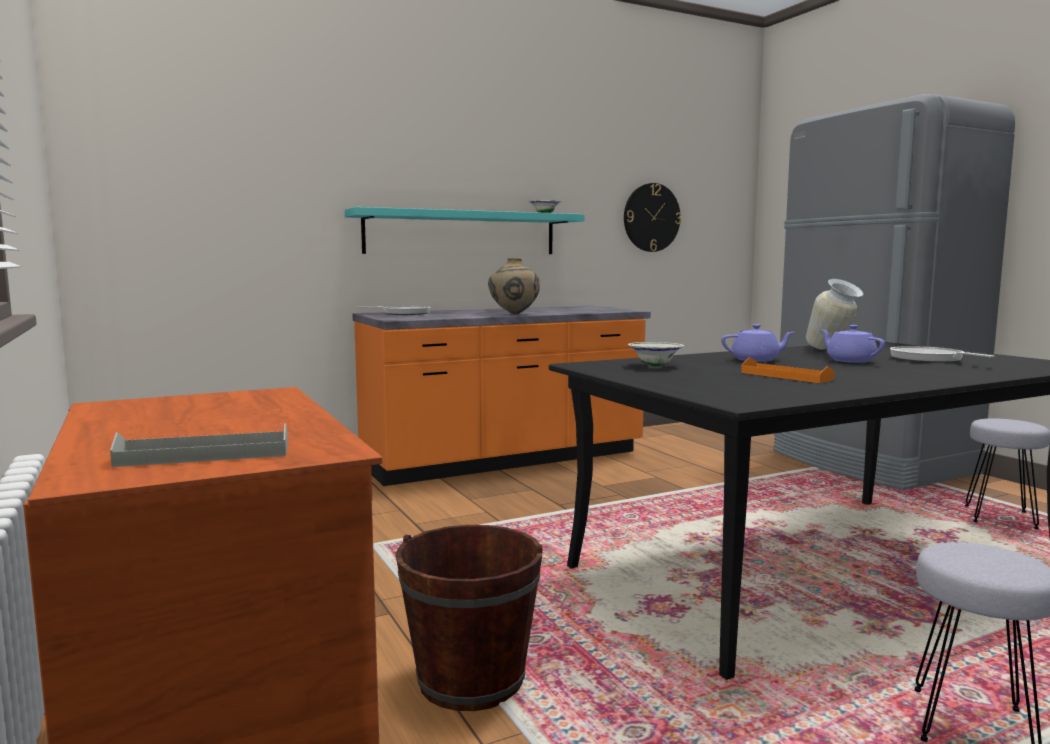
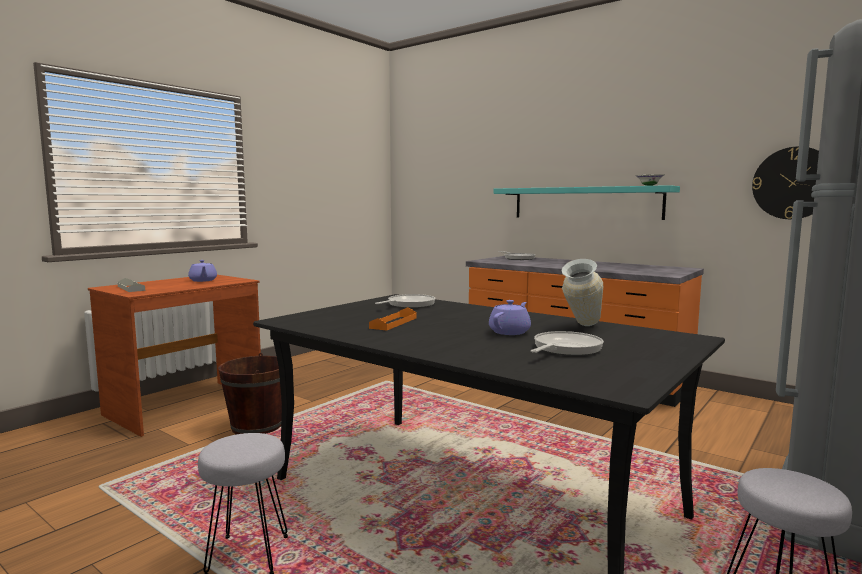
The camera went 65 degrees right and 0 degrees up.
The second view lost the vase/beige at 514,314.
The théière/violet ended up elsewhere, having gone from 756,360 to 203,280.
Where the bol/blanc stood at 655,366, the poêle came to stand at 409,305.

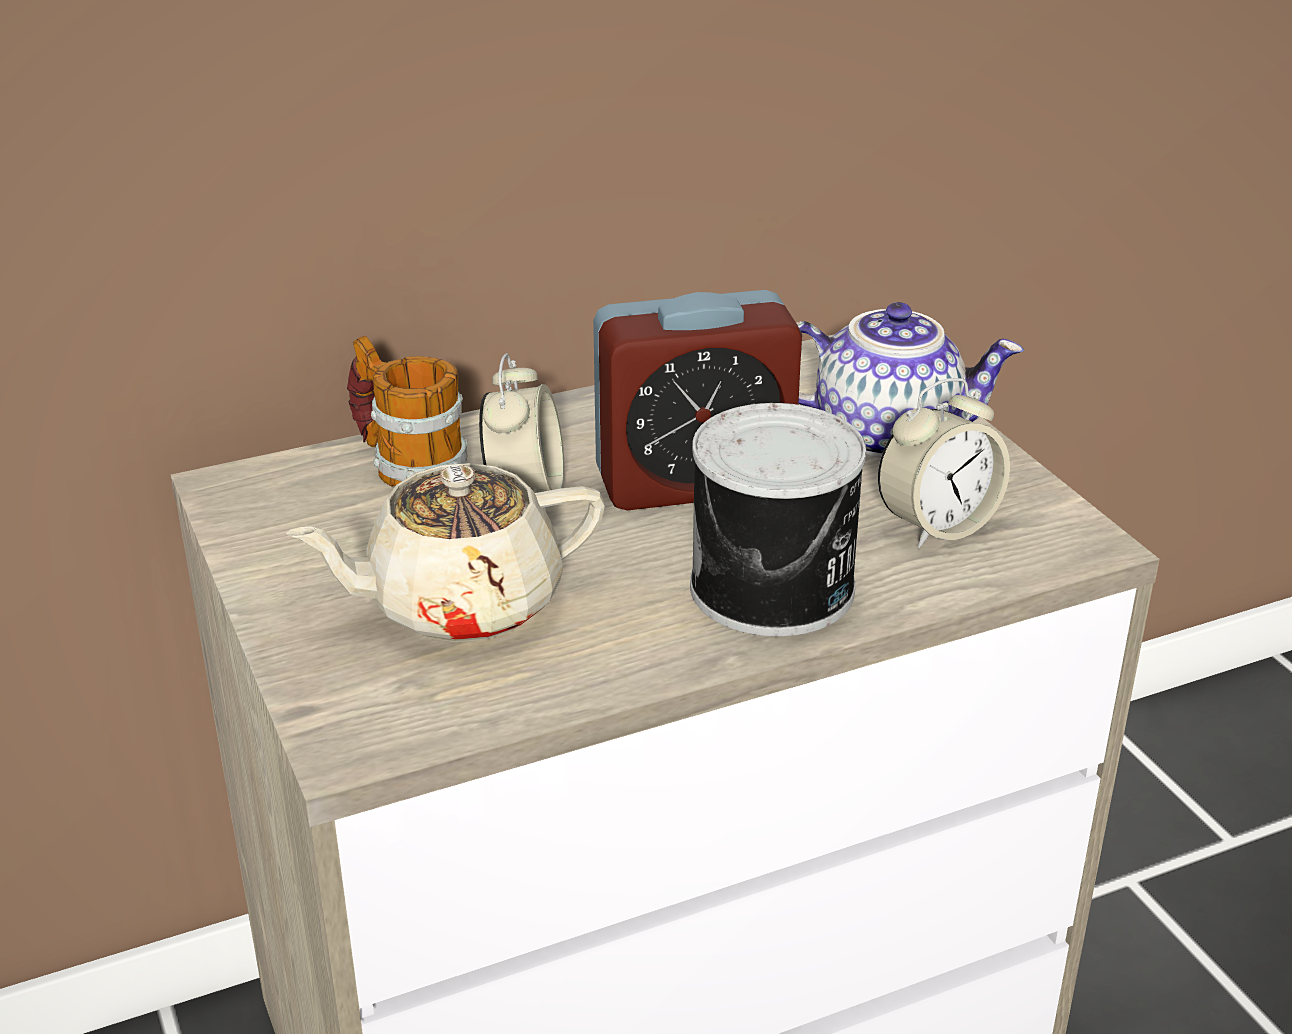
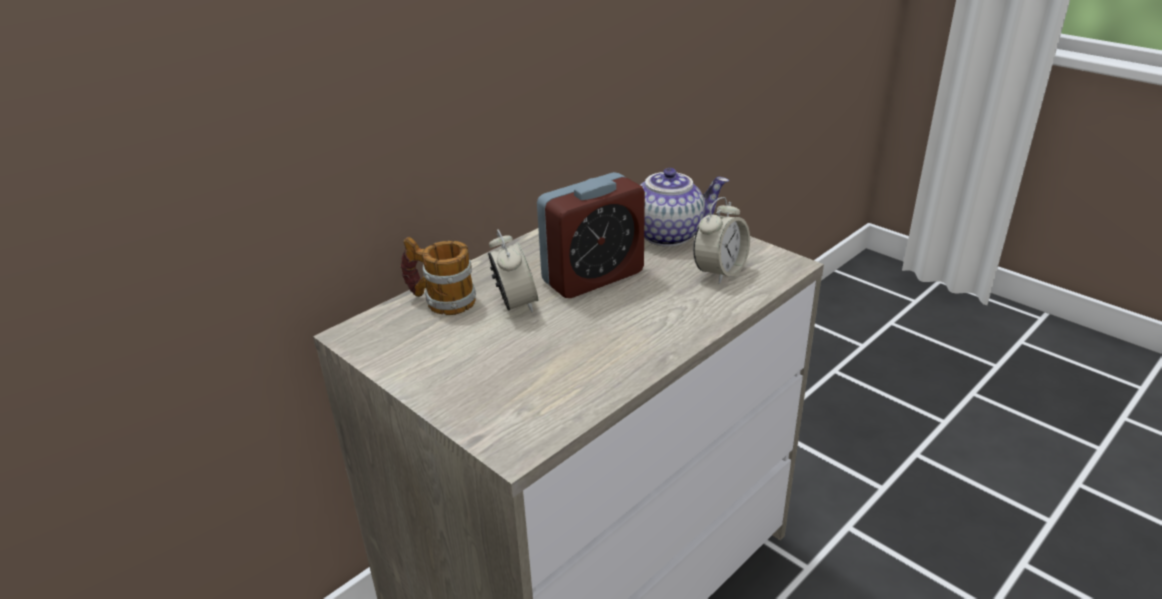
The camera went 20 degrees left and 0 degrees up.
The second view lost the boîte métallique at 776,589.
The second view lost the théière/beige at 460,604.

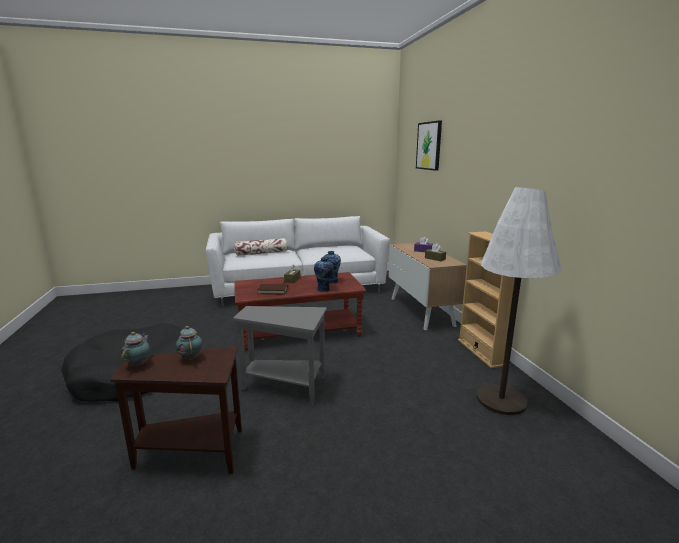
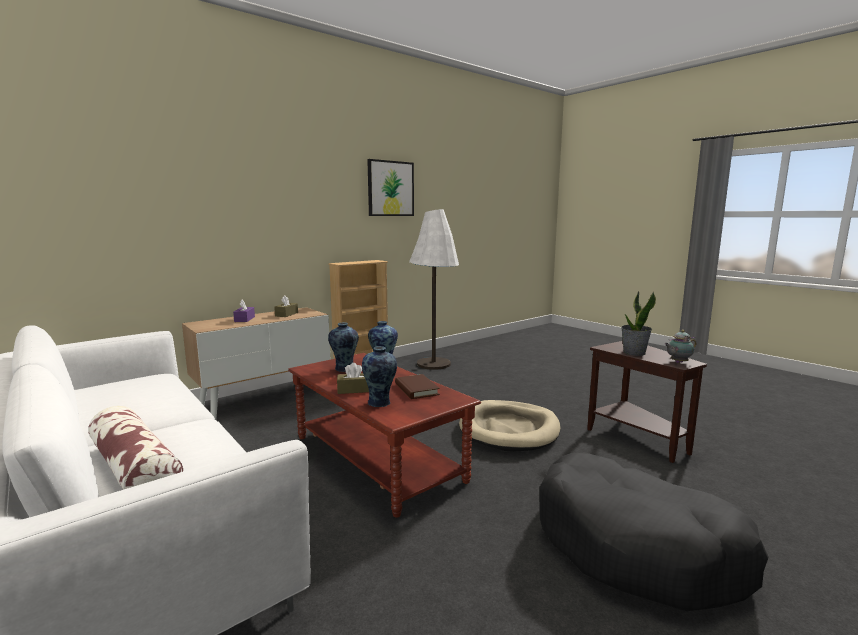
The camera went 115 degrees left and 5 degrees down.
The tableau ended up elsewhere, having gone from 429,146 to 390,188.
Where the table d'appoint/gris stood at 287,387, the panier pour chien/beige came to stand at 509,429.
Where the théière stood at 191,358, the plante en pot came to stand at 634,353.
The second view gained the vase at 380,403.

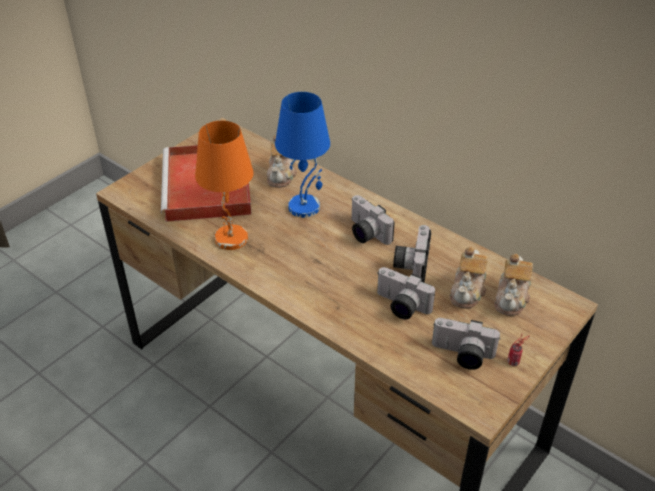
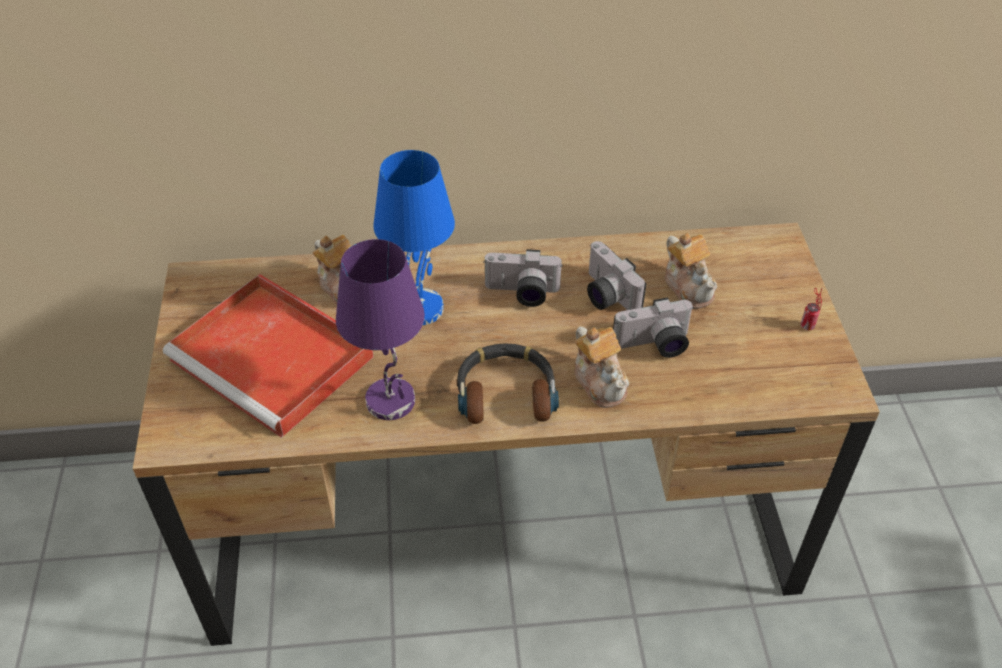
The camera went 45 degrees left and 5 degrees up.
What was the lampe de table/orange at 231,239 turned into the lampe de table/violet at 392,401.
The théière ended up elsewhere, having gone from 511,298 to 600,381.
The second view lost the appareil photo at 462,355.
The second view gained the casque audio at 506,392.

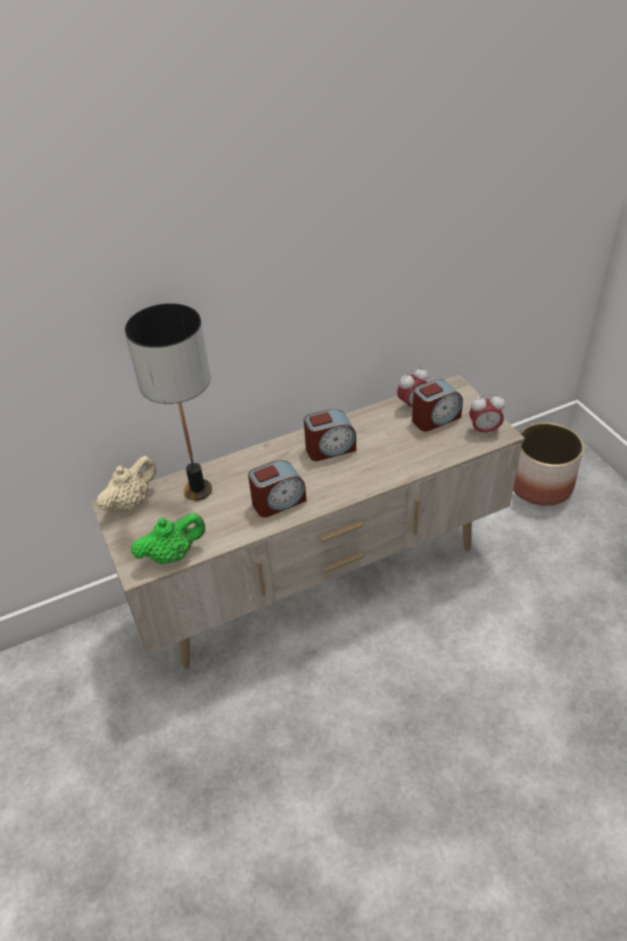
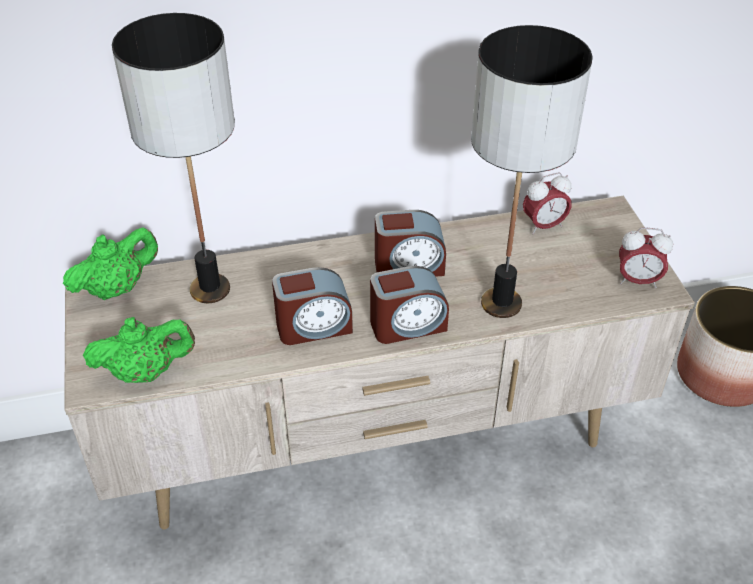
The camera went 10 degrees right and 0 degrees up.
The réveil ended up elsewhere, having gone from 435,418 to 407,325.
What was the théière/beige at 131,502 turned into the théière/vert at 117,288.
The second view gained the lampe de table at 502,304.

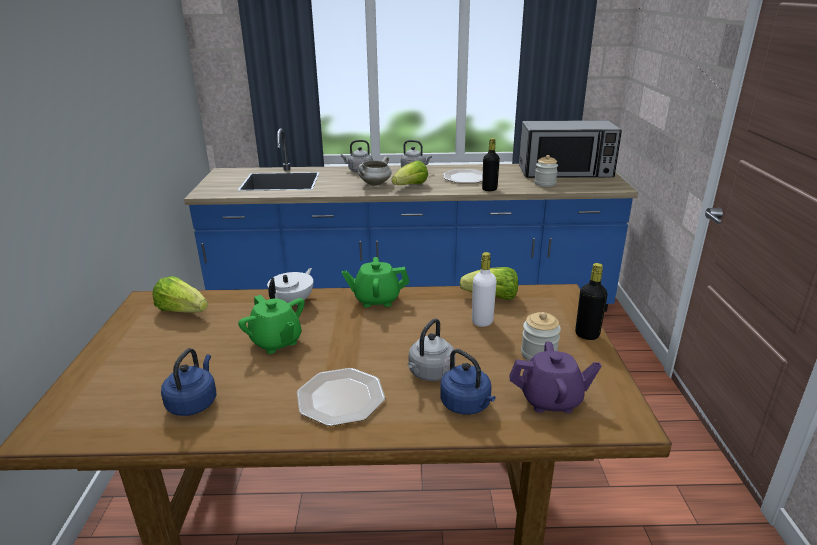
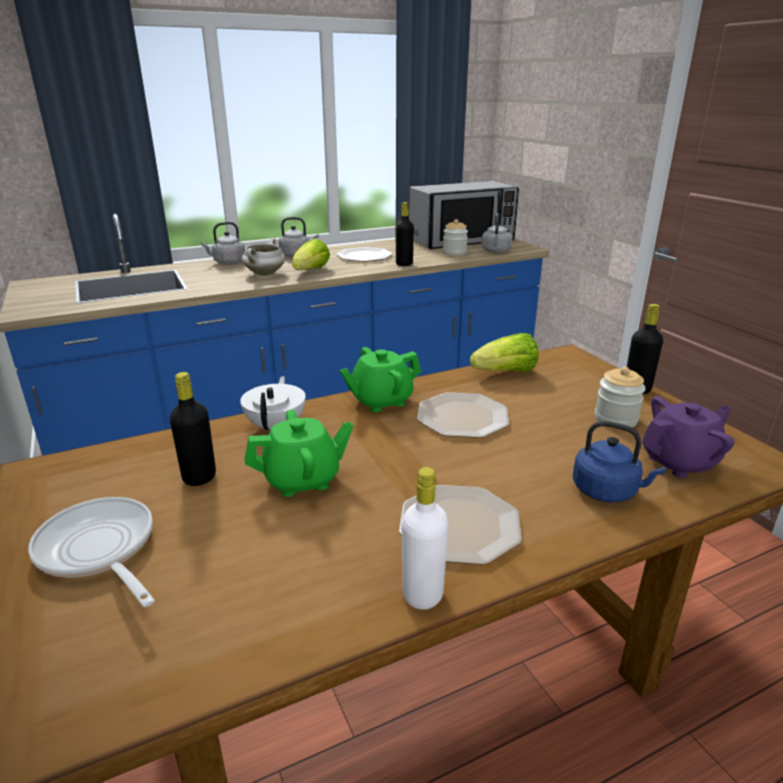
The camera went 25 degrees left and 0 degrees up.
The bouteille/blanc ended up elsewhere, having gone from 482,321 to 422,594.
The second view lost the laitue at 182,311.
The théière/vert at 276,342 ended up facing another way, 45 degrees counterclockwise from before.
The bouilloire/gris ended up elsewhere, having gone from 430,373 to 495,251.
The second view lost the bouilloire/bleu at 194,402.
The second view gained the bouteille/noir at 199,477.
The second view gained the assiette at 462,416.
The second view gained the poêle at 99,551.

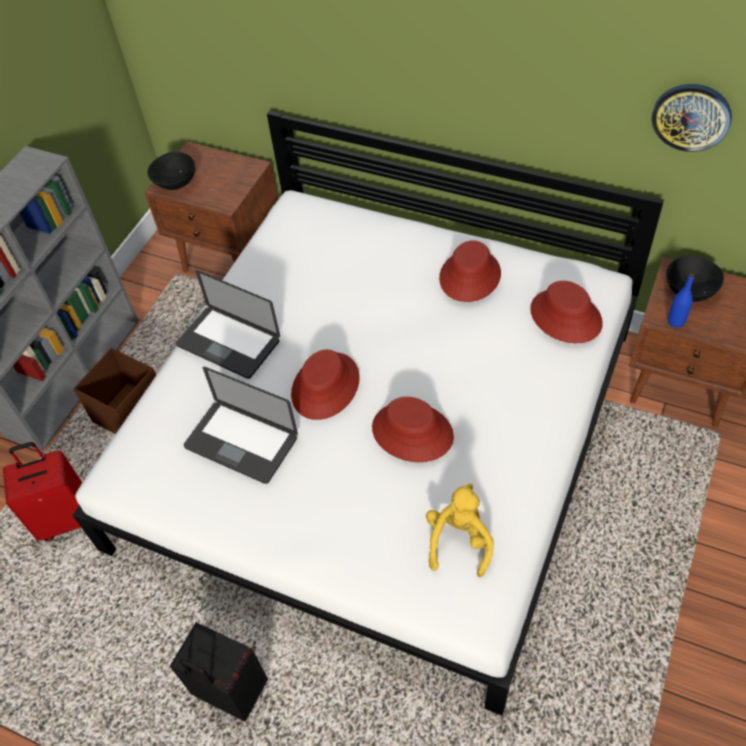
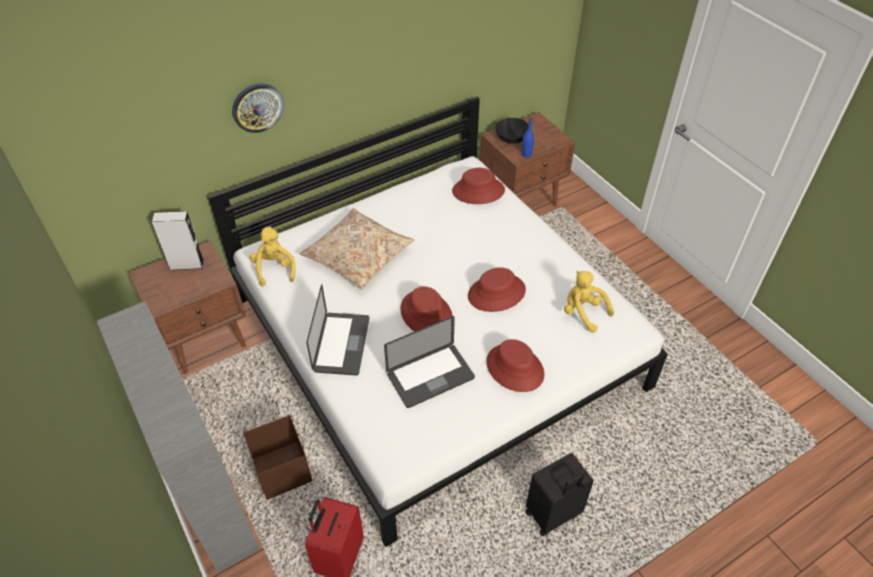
The camera went 60 degrees left and 5 degrees down.
The horloge murale ended up elsewhere, having gone from 691,117 to 257,107.
The second view lost the bol/noir at 175,182.
The chapeau/rouge ended up elsewhere, having gone from 469,276 to 514,368.
The ordinateur portable at 228,343 ended up facing another way, 60 degrees counterclockwise from before.
The second view gained the coussin/beige at 358,256.
The second view gained the enceinte/gris at 187,264.
The second view gained the peluche/jaune at 274,269.

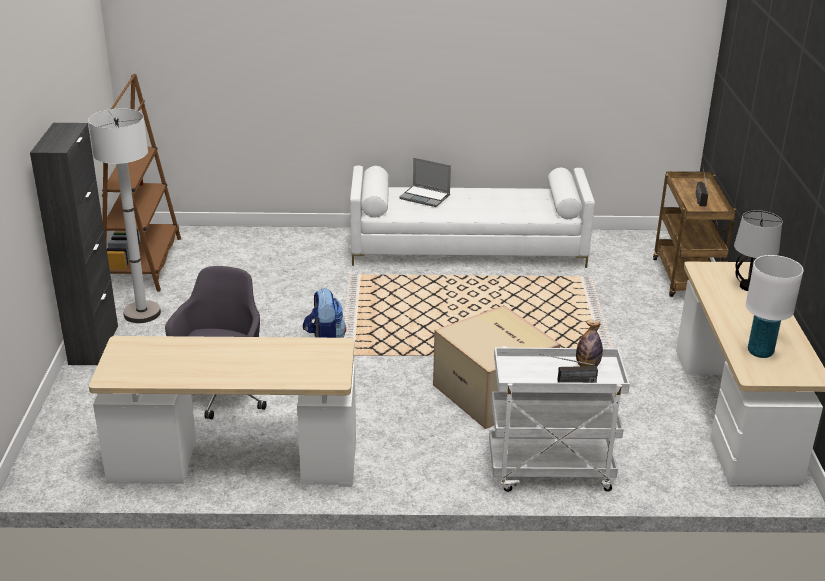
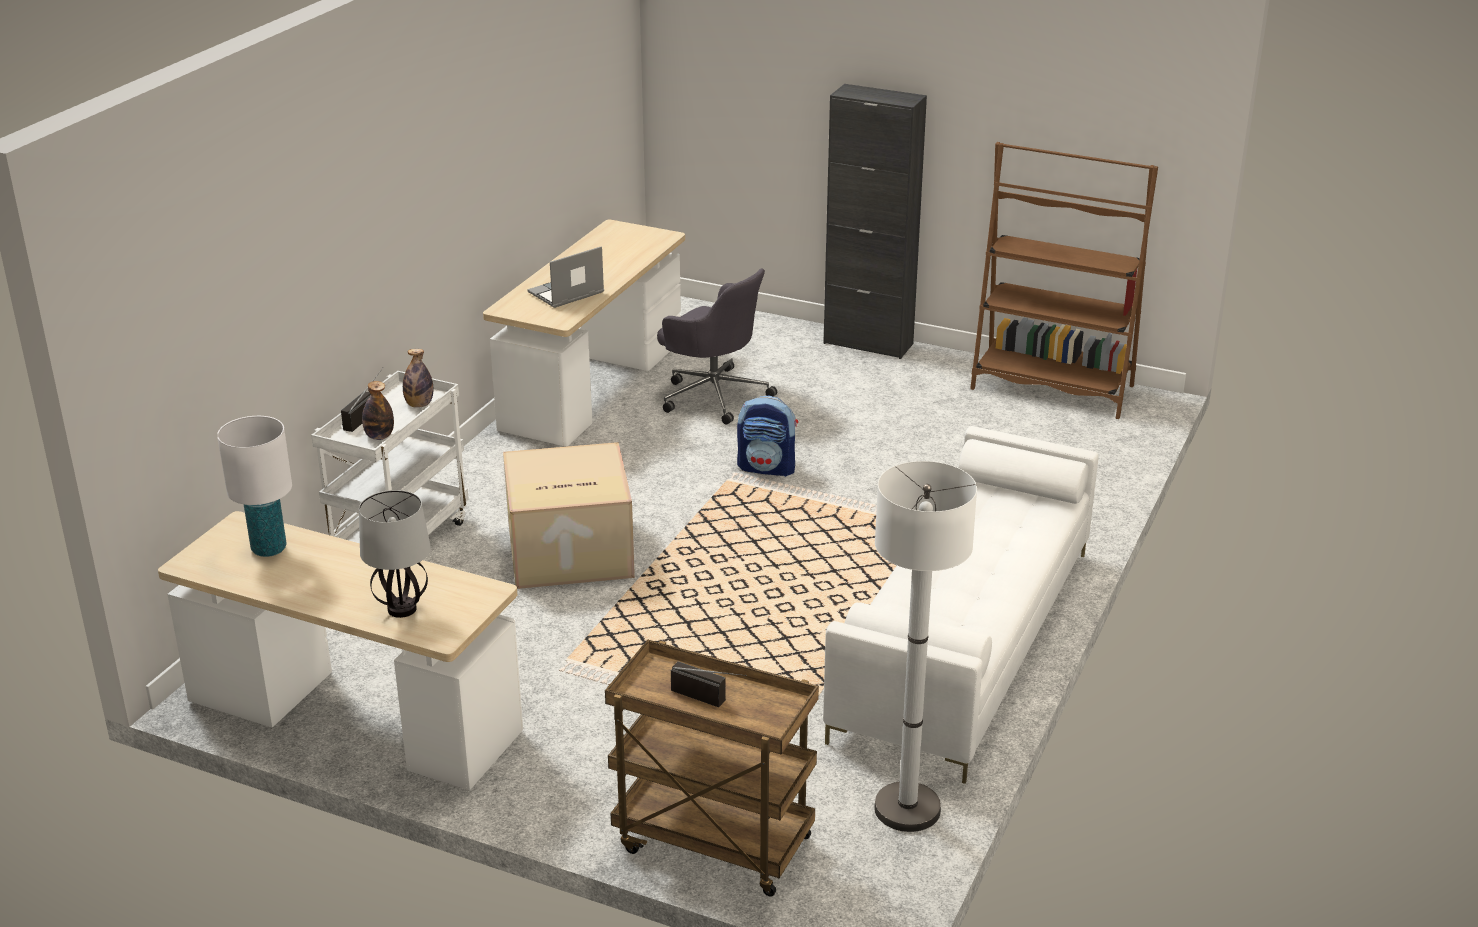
The camera went 115 degrees right and 0 degrees up.
The lampadaire/blanc ended up elsewhere, having gone from 142,313 to 907,809.
The ordinateur portable ended up elsewhere, having gone from 425,197 to 566,293.
The second view gained the bouteille at 419,405.

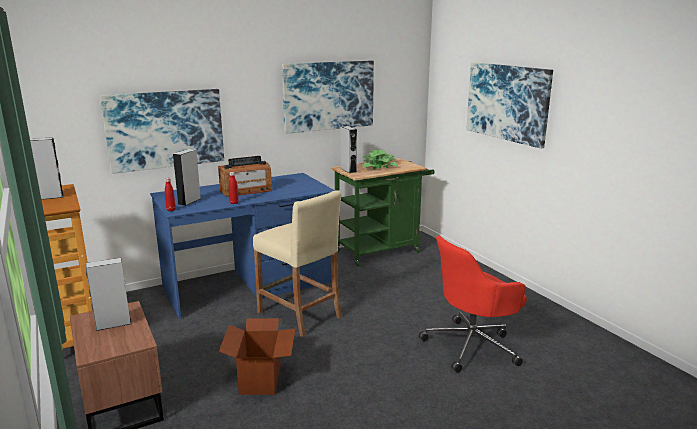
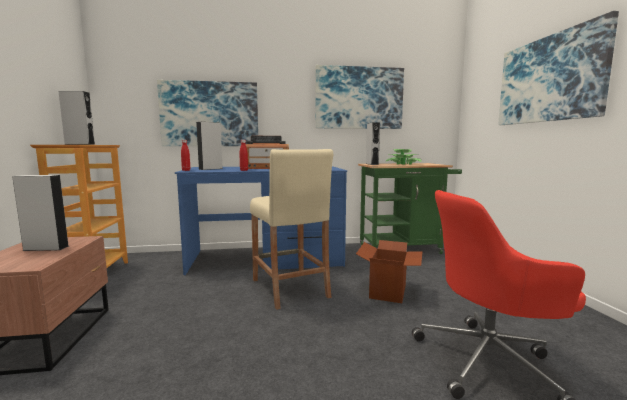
The camera went 20 degrees right and 10 degrees down.
The carton ended up elsewhere, having gone from 261,379 to 388,291.

